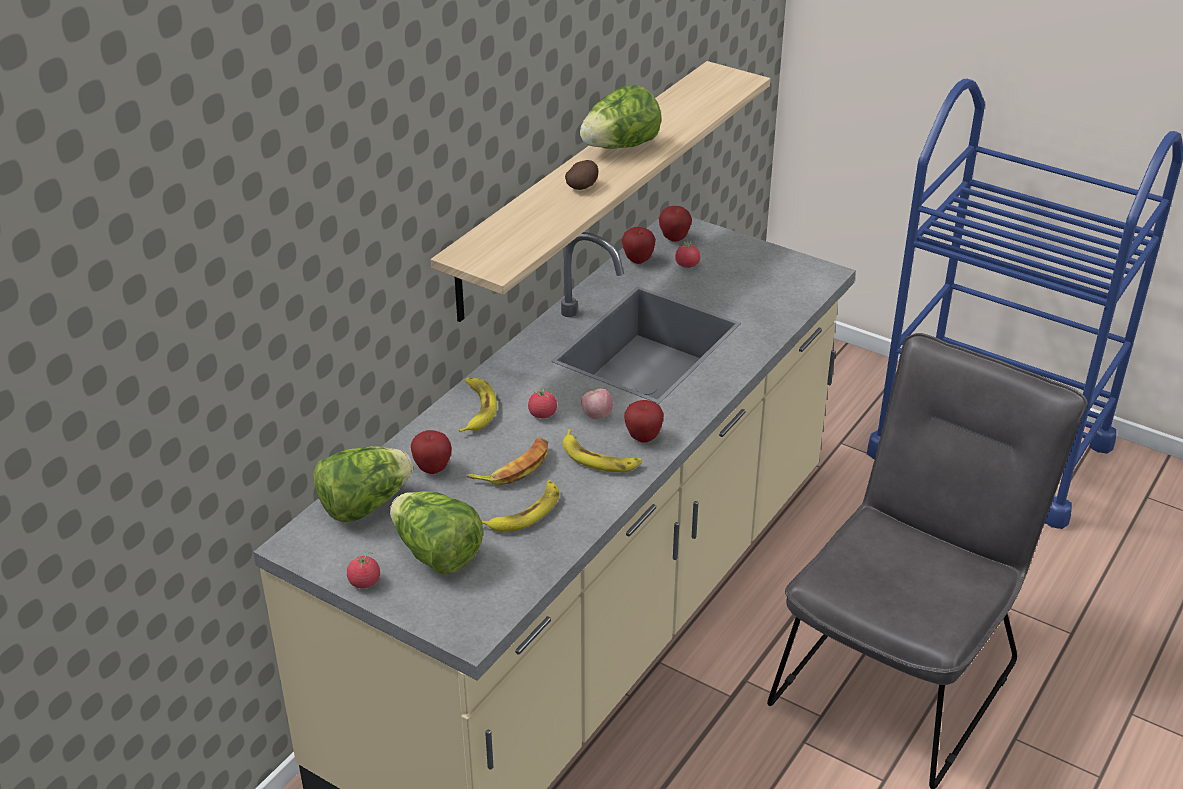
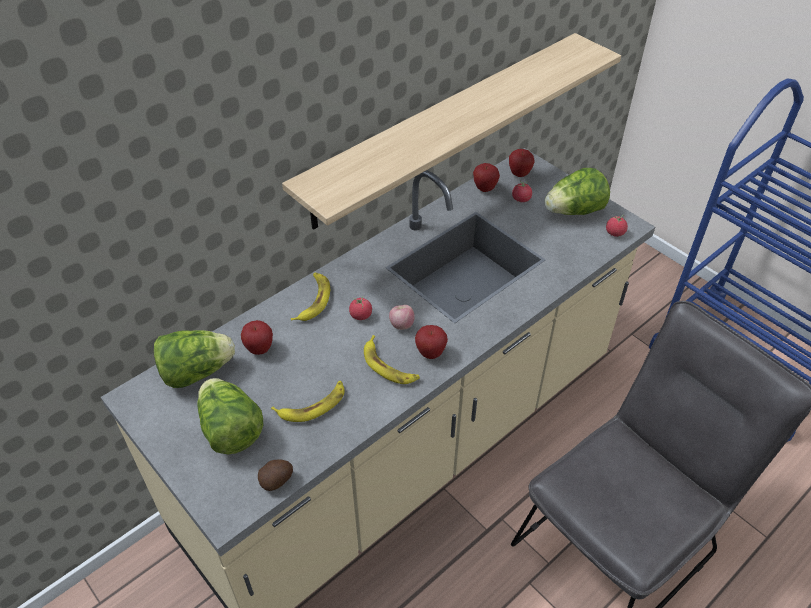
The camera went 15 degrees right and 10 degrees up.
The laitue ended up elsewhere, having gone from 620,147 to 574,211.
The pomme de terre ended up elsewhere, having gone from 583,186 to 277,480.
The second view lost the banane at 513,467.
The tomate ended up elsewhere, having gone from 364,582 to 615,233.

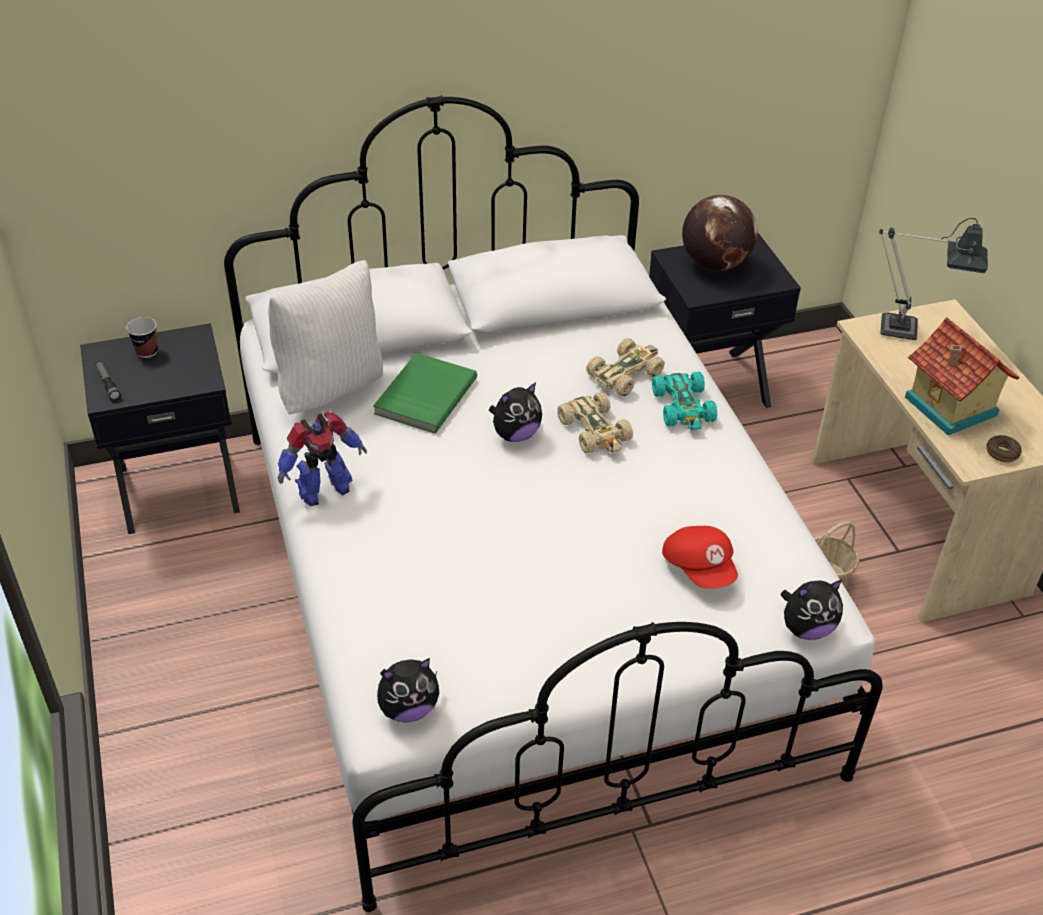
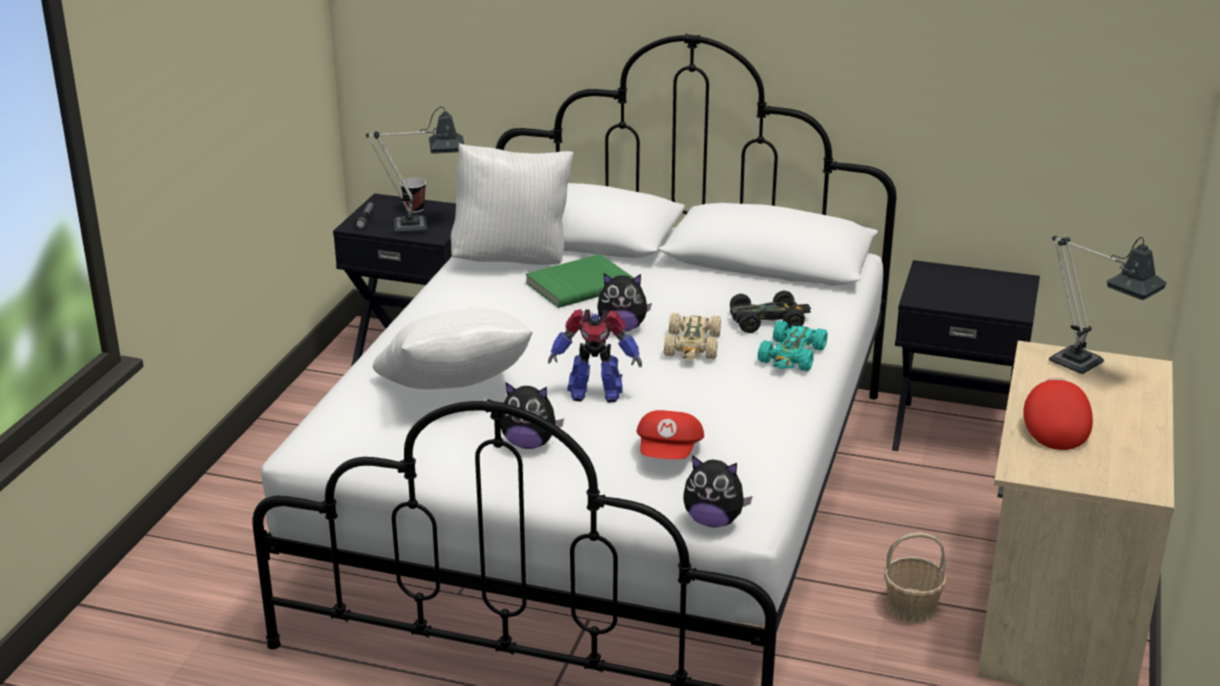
The camera went 35 degrees right and 15 degrees down.
The second view lost the globe at 714,264.
Where the maison miniature stood at 949,407, the casquette/rouge came to stand at 1053,428.
What was the petite voiture/beige at 625,373 turned into the petite voiture/noir at 767,320.
The robot jouet ended up elsewhere, having gone from 323,490 to 594,393.
The second view lost the beignet at 1002,453.
The peluche ended up elsewhere, having gone from 408,708 to 529,444.
The second view gained the lampe de table at 420,226.
The second view gained the coussin/blanc at 454,392.

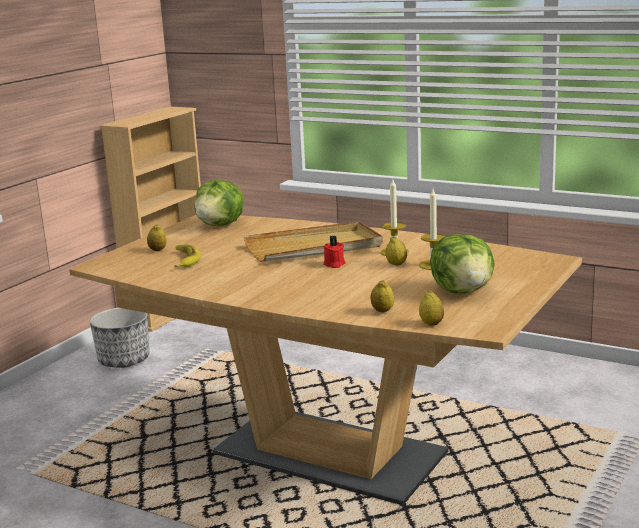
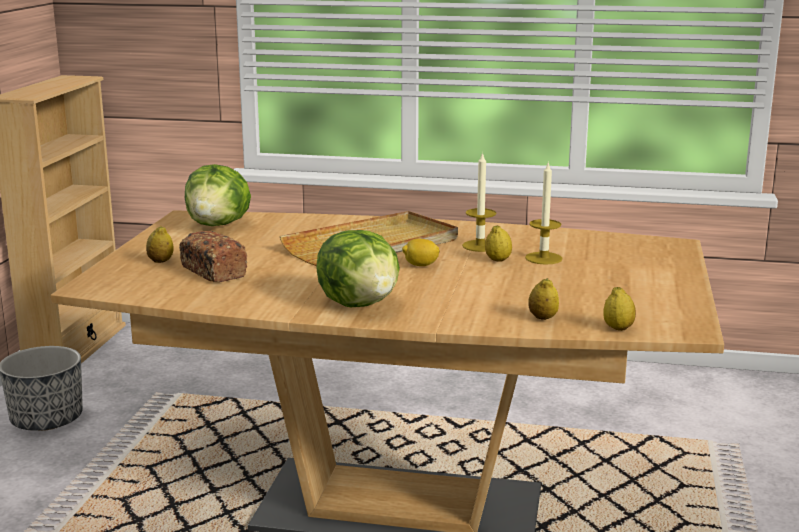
The camera went 20 degrees left and 0 degrees up.
The laitue ended up elsewhere, having gone from 463,291 to 360,304.
Where the bougie/rouge stood at 334,264, the citron came to stand at 420,265.
Where the banane stood at 185,259, the pain came to stand at 213,271.

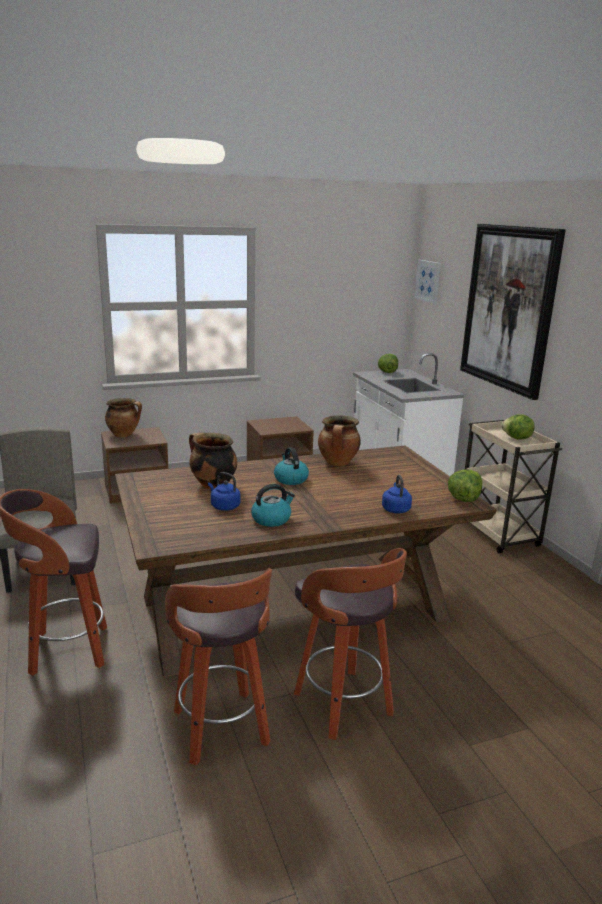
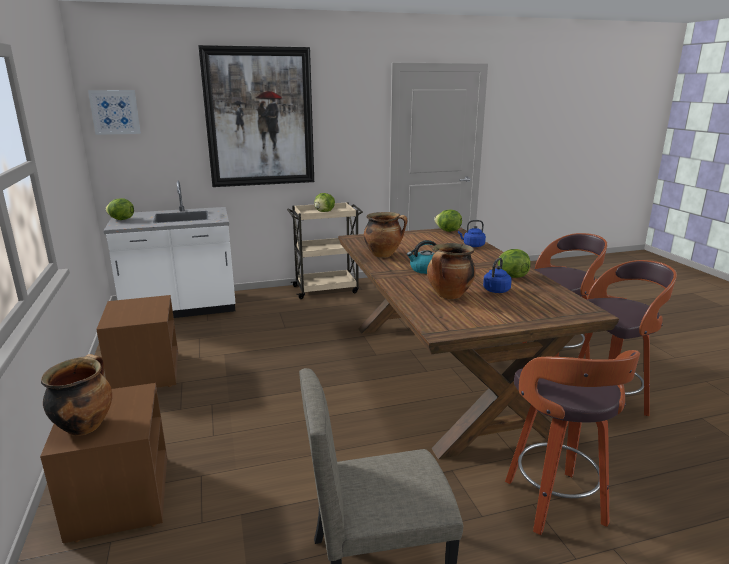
The camera went 85 degrees left and 0 degrees up.
Where the bouilloire stood at 271,519, the laitue came to stand at 511,276.

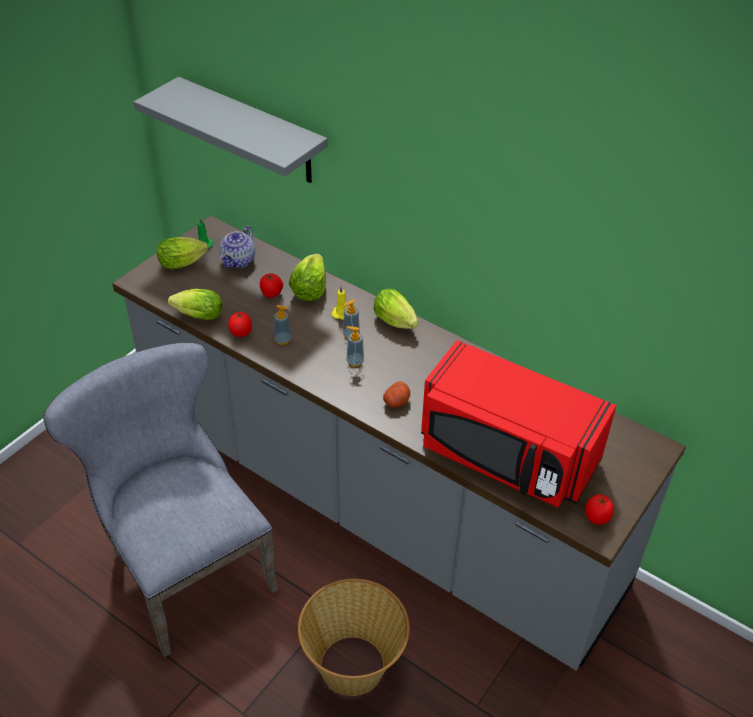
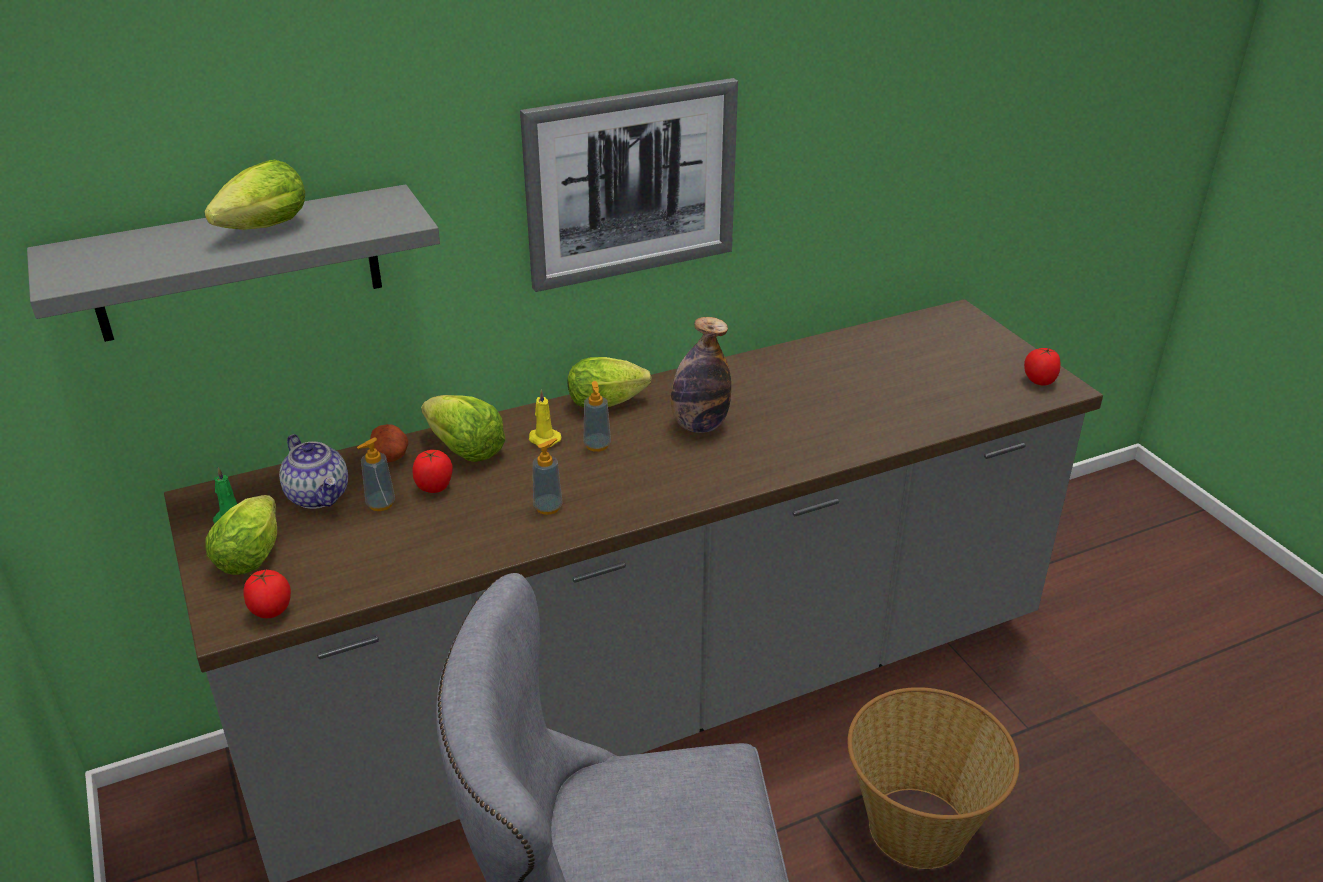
The camera went 60 degrees left and 10 degrees down.
The laitue ended up elsewhere, having gone from 196,316 to 260,230.
The tomate ended up elsewhere, having gone from 240,333 to 271,612.
The distributeur de savon ended up elsewhere, having gone from 355,361 to 380,504.
The second view lost the micro-ondes/rouge at 506,455.
The pomme de terre ended up elsewhere, having gone from 396,402 to 391,456.
The second view gained the tableau at 631,184.
The second view gained the bouteille at 699,425.

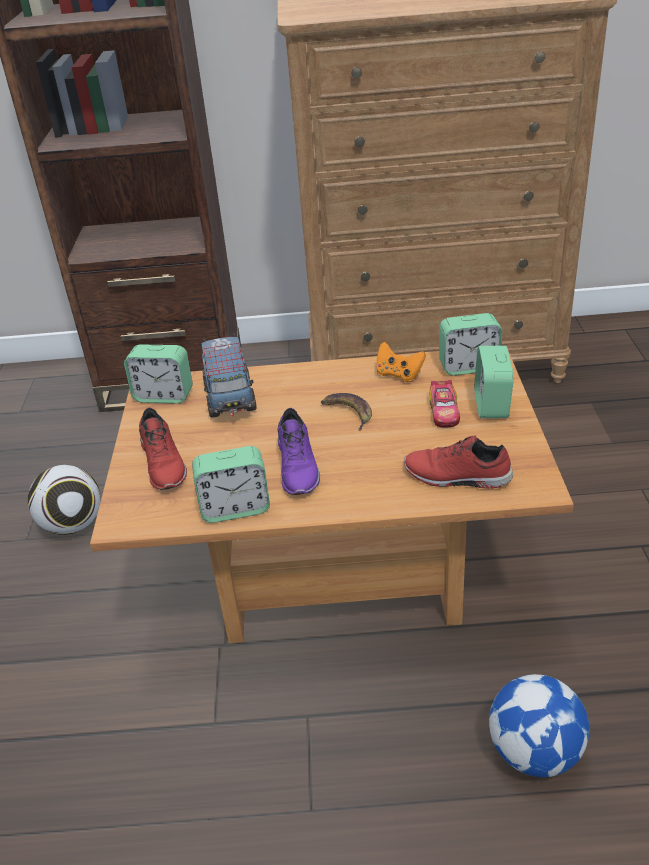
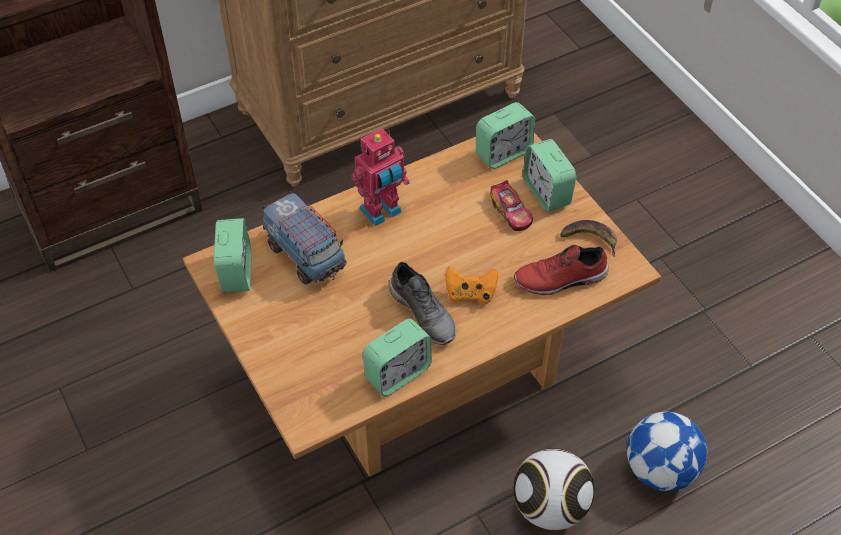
The camera went 30 degrees left and 15 degrees up.
The manette/orange ended up elsewhere, having gone from 399,374 to 470,294.
The réveil at 164,396 ended up facing another way, 75 degrees counterclockwise from before.
The banane ended up elsewhere, having gone from 348,412 to 589,239.
The second view lost the chaussure/rouge at 164,464.
What was the chaussure/violet at 299,467 turned into the chaussure/gris at 424,313.
The ballon de foot ended up elsewhere, having gone from 73,525 to 550,507.
The second view gained the robot jouet at 382,212.

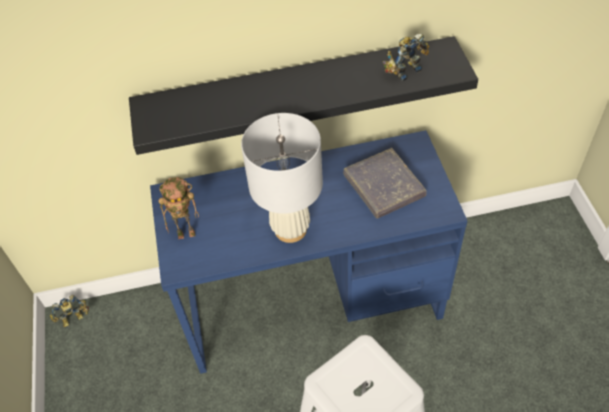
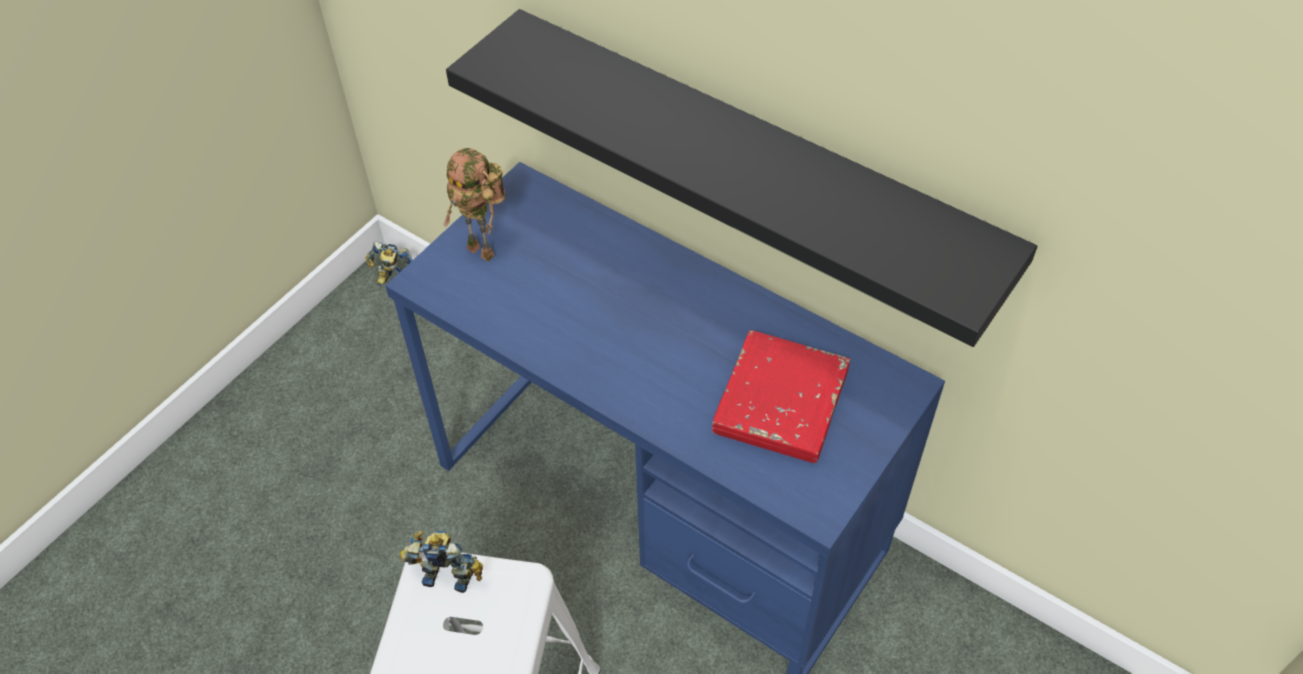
The camera went 45 degrees right and 0 degrees up.
The robot jouet ended up elsewhere, having gone from 404,70 to 448,571.
The second view lost the lampe de table/blanc at 290,229.
What was the livre/gris at 383,186 turned into the livre/rouge at 780,401.

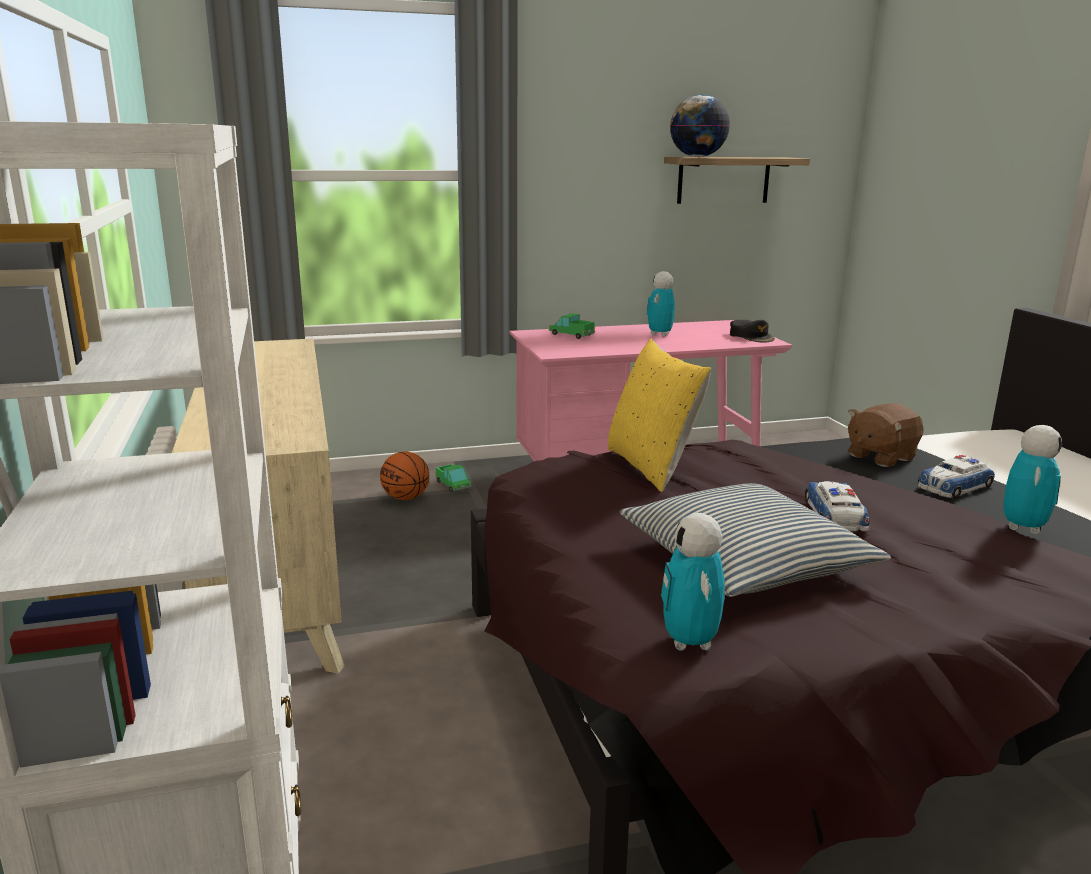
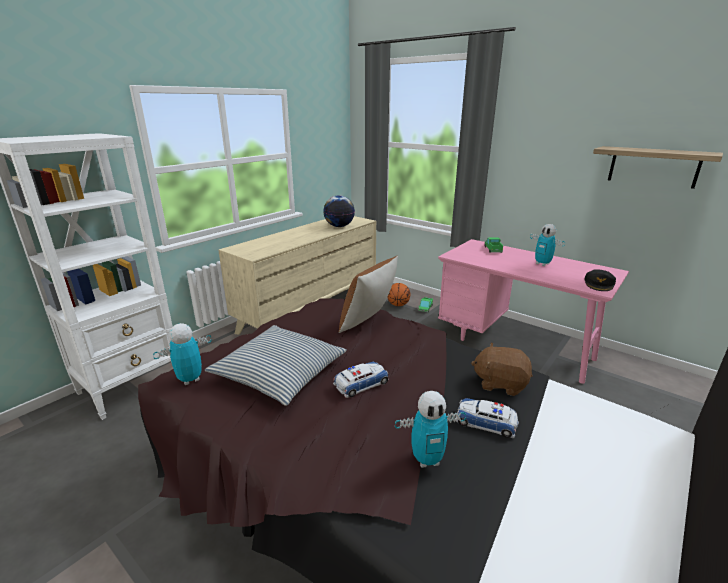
The camera went 55 degrees right and 5 degrees up.
The globe ended up elsewhere, having gone from 697,157 to 339,226.
The robot jouet at 659,334 ended up facing another way, 120 degrees counterclockwise from before.
What was the coussin/jaune at 652,467 turned into the coussin/marron at 368,322.

